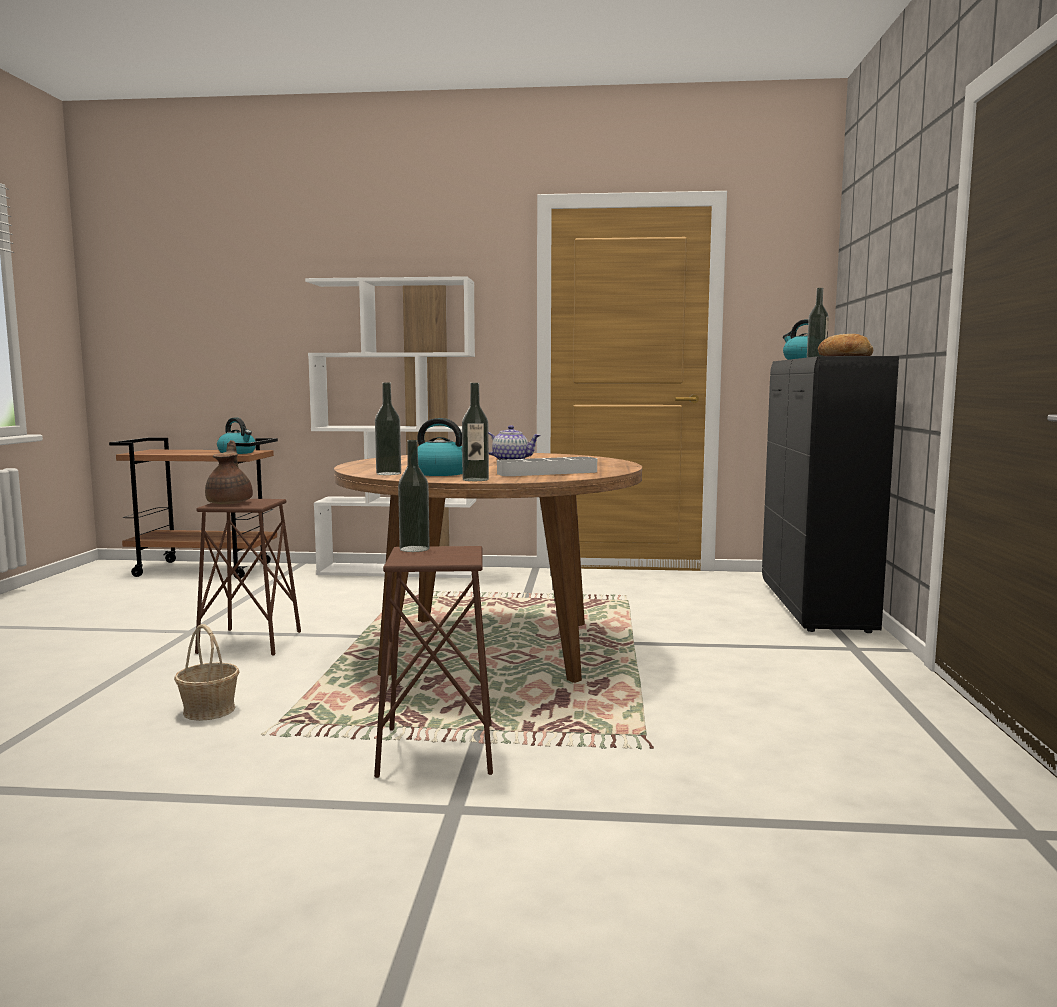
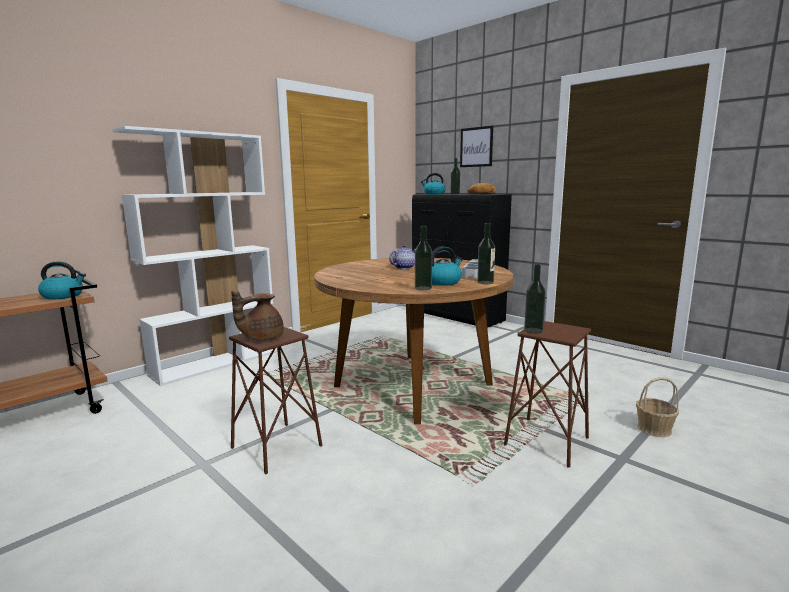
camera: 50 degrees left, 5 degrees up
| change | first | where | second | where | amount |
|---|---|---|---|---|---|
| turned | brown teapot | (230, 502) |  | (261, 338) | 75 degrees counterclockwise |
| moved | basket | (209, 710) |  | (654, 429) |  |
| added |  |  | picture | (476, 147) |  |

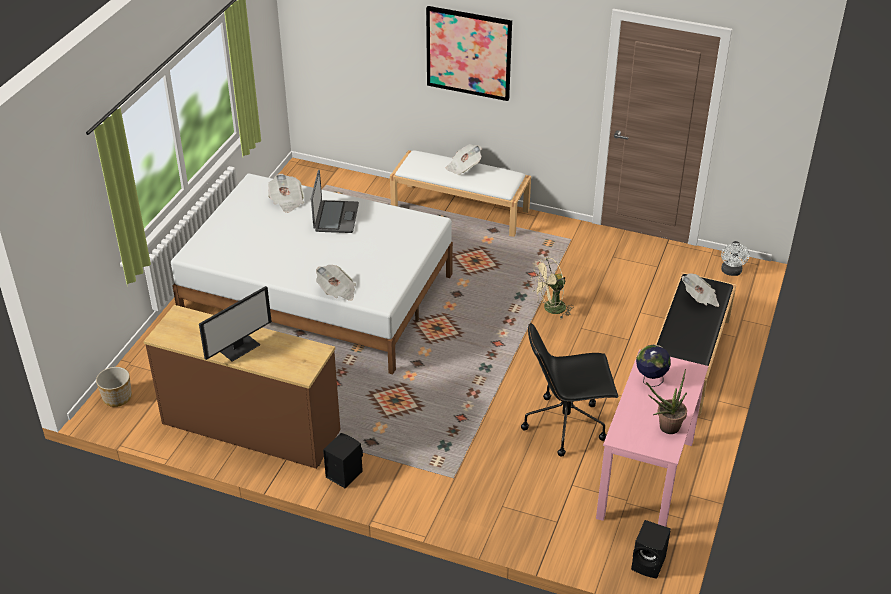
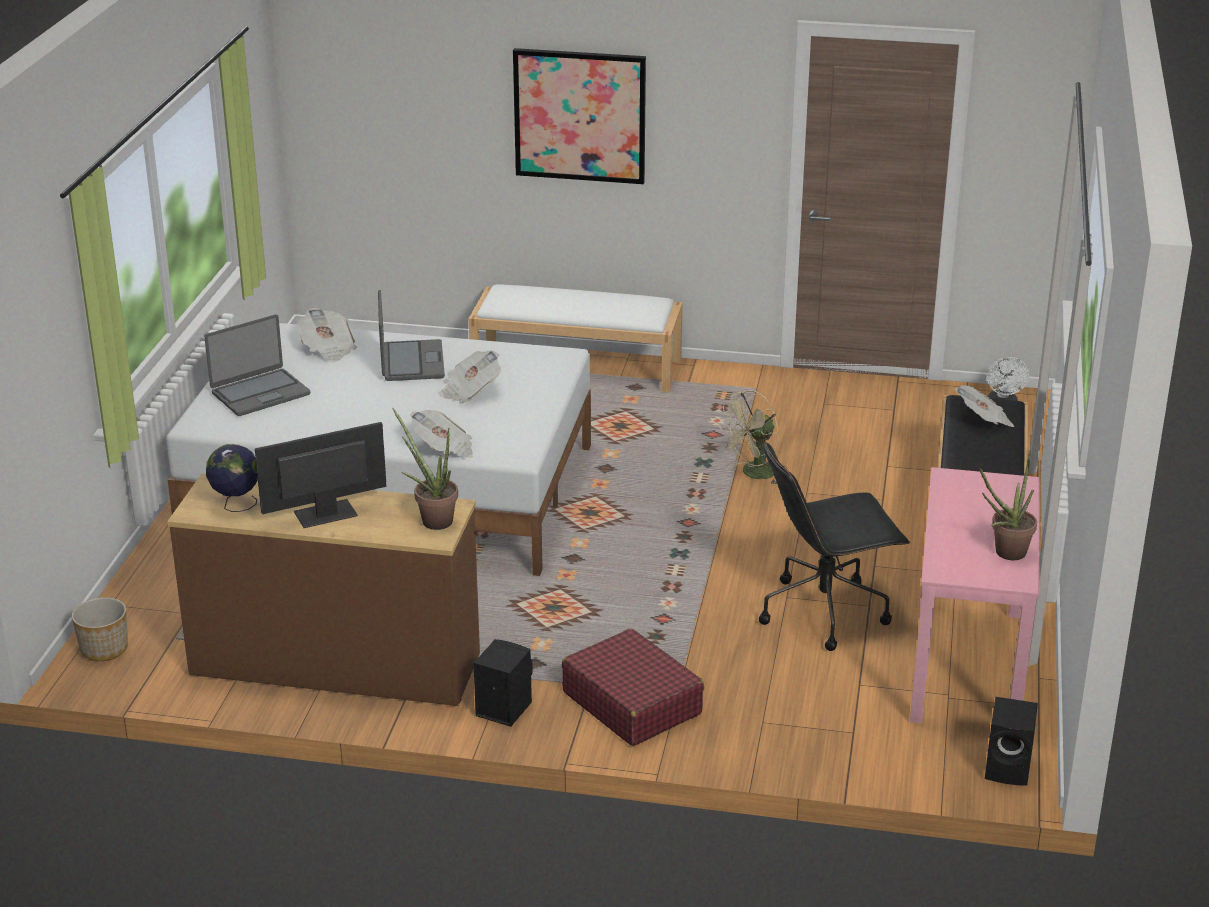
camera: 10 degrees left, 10 degrees down
| change | first | where | second | where | amount |
|---|---|---|---|---|---|
| moved | newspaper | (463, 167) |  | (470, 391) |  |
| turned | monitor | (239, 347) |  | (325, 514) | 150 degrees counterclockwise |
| moved | globe | (650, 380) |  | (236, 505) |  |
| added |  |  | laptop | (260, 393) |  |
| added |  |  | potted plant | (432, 519) |  |
| added |  |  | red suitcase | (632, 703) |  |

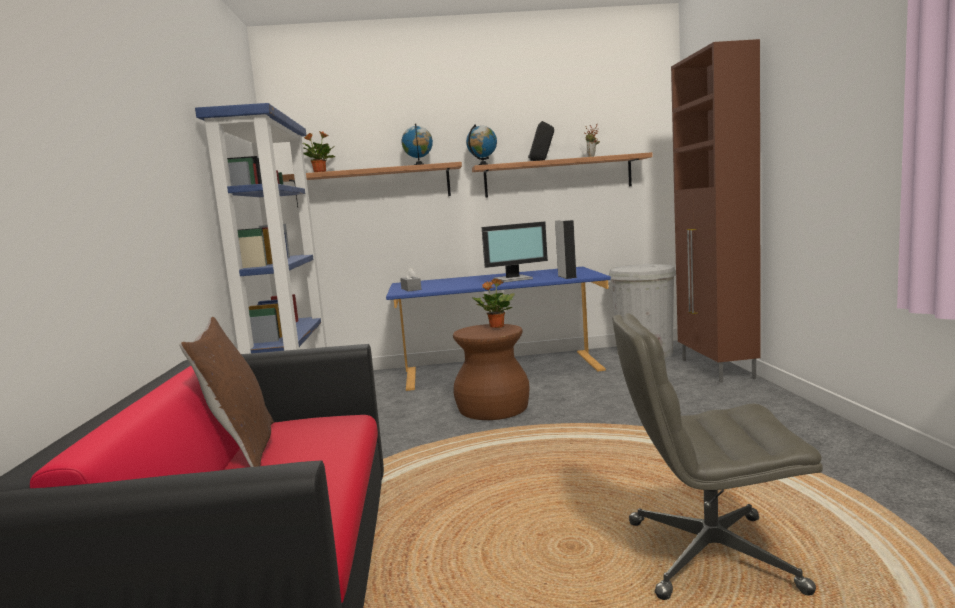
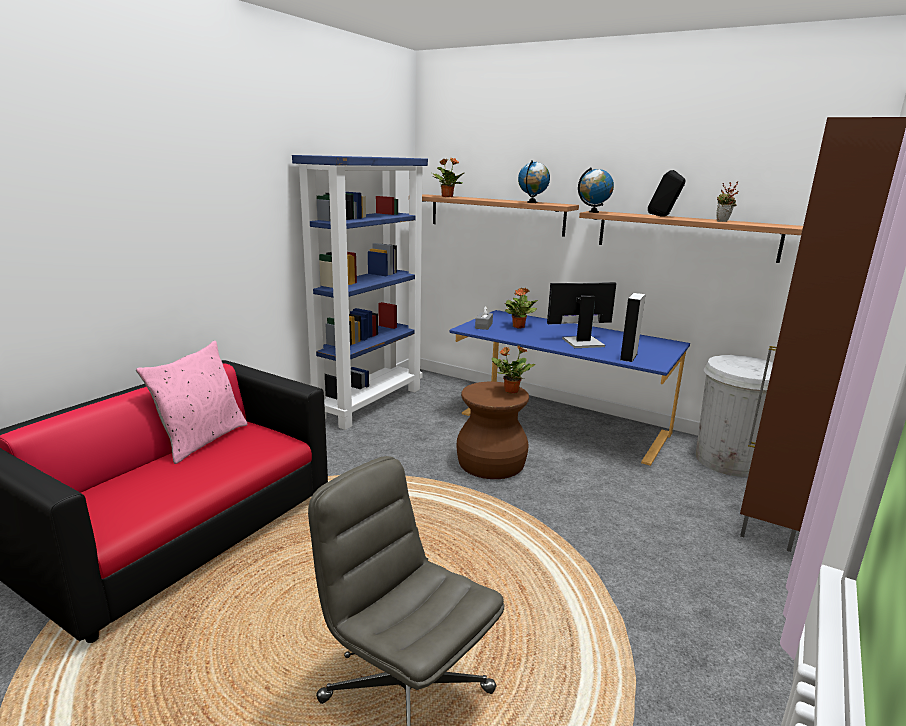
camera: 35 degrees right, 10 degrees up
| change | first | where | second | where | amount |
|---|---|---|---|---|---|
| turned | monitor | (514, 279) |  | (581, 342) | 150 degrees clockwise |
| recoloured | brown pillow | (241, 449) | pink pillow | (201, 440) |  |
| added |  |  | potted plant | (519, 327) |  |

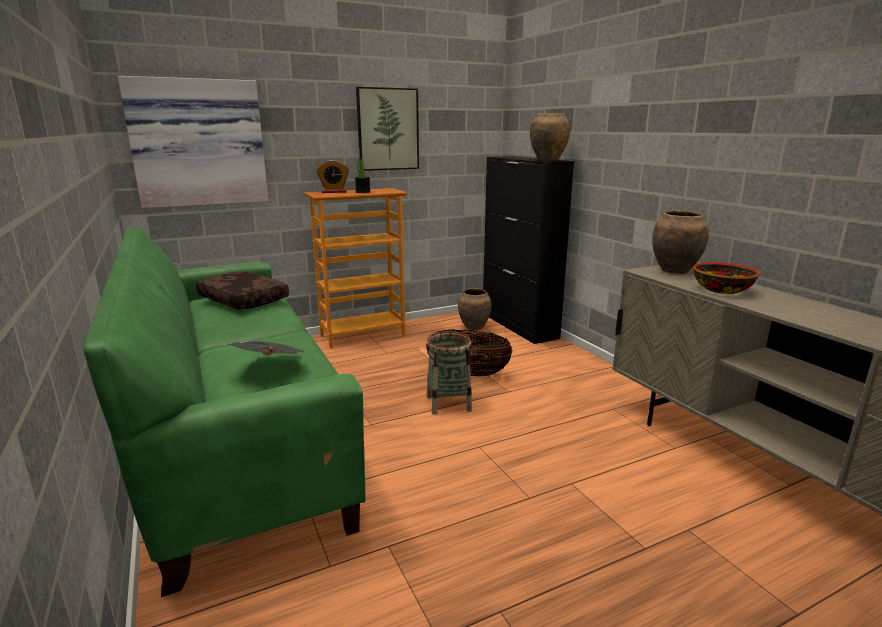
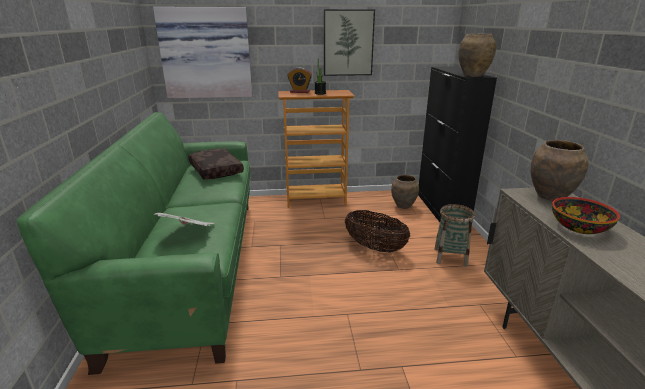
camera: 20 degrees right, 5 degrees up
| change | first | where | second | where | amount |
|---|---|---|---|---|---|
| moved | basket | (448, 403) |  | (450, 257) |  |

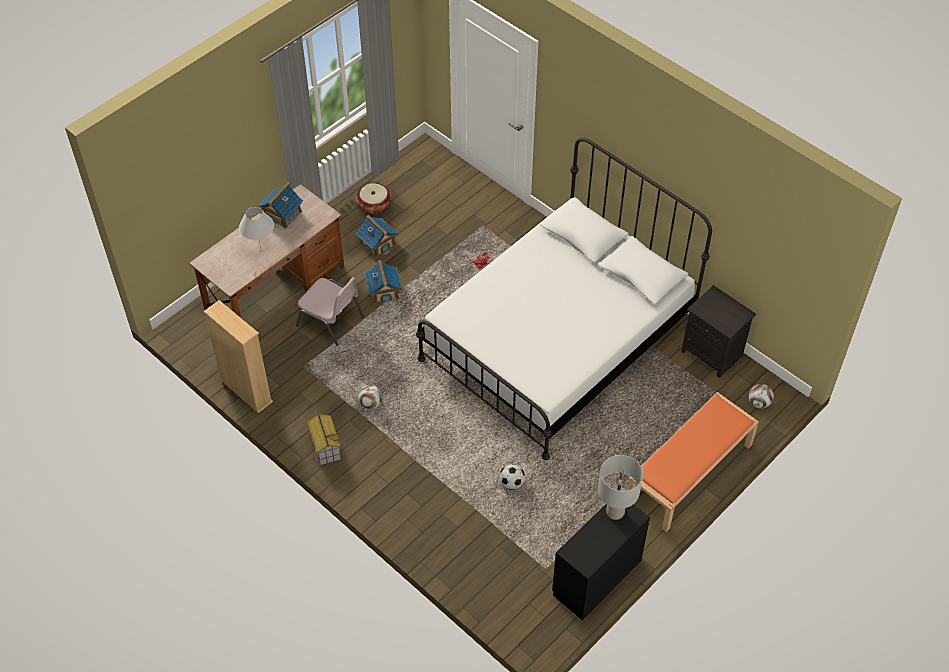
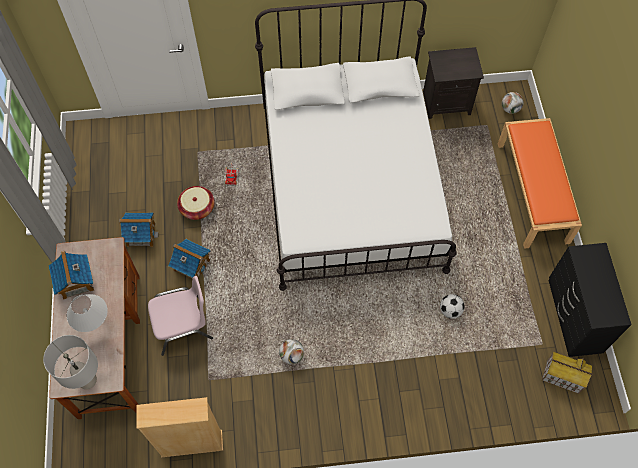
camera: 50 degrees left, 10 degrees up
| change | first | where | second | where | amount |
|---|---|---|---|---|---|
| moved | basket | (374, 205) |  | (197, 208) |  |
| moved | toy house | (325, 447) |  | (562, 377) |  |
| moved | grey table lamp | (614, 512) |  | (87, 380) |  |

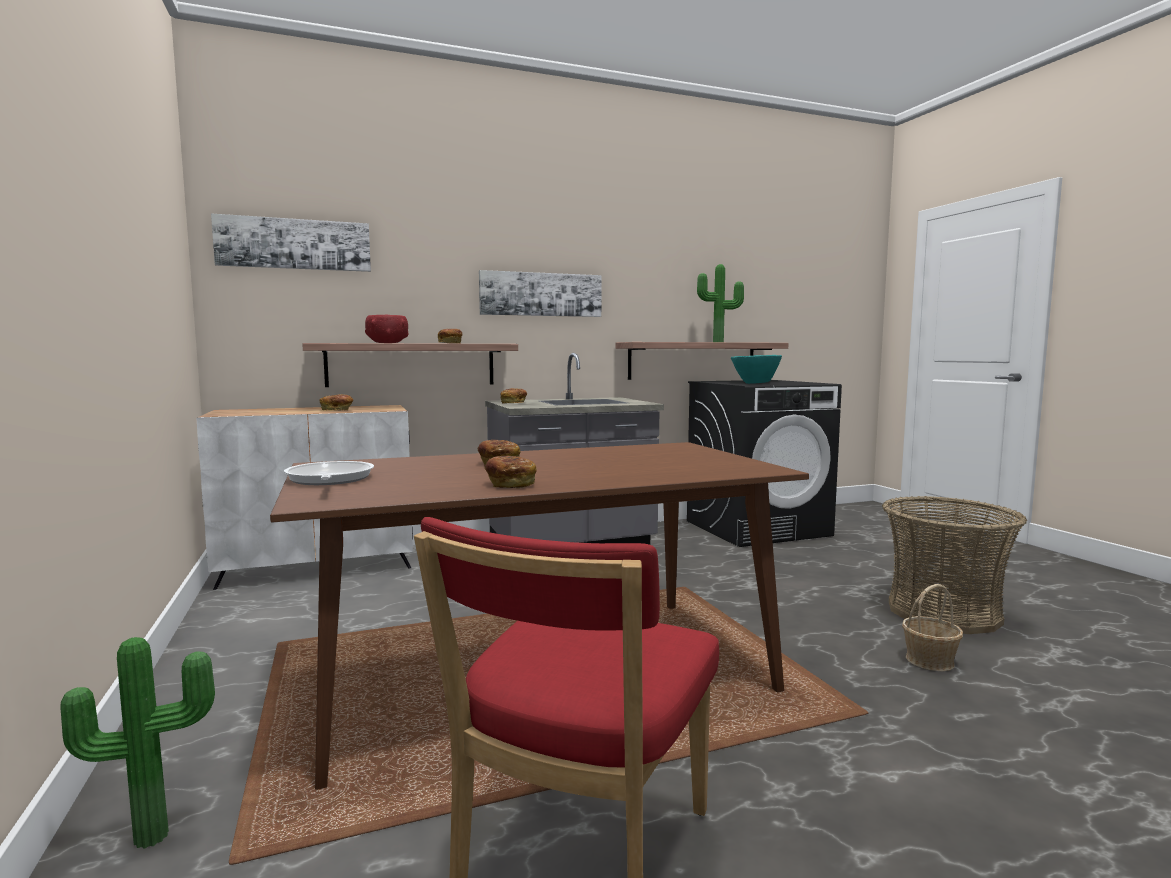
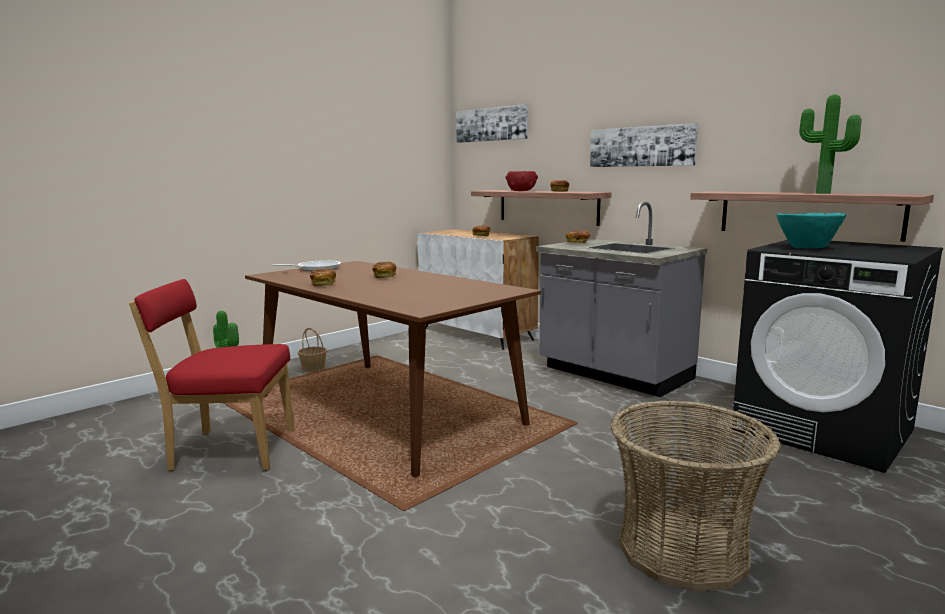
camera: 65 degrees right, 5 degrees up
| change | first | where | second | where | amount |
|---|---|---|---|---|---|
| moved | basket | (930, 660) |  | (313, 368) |  |

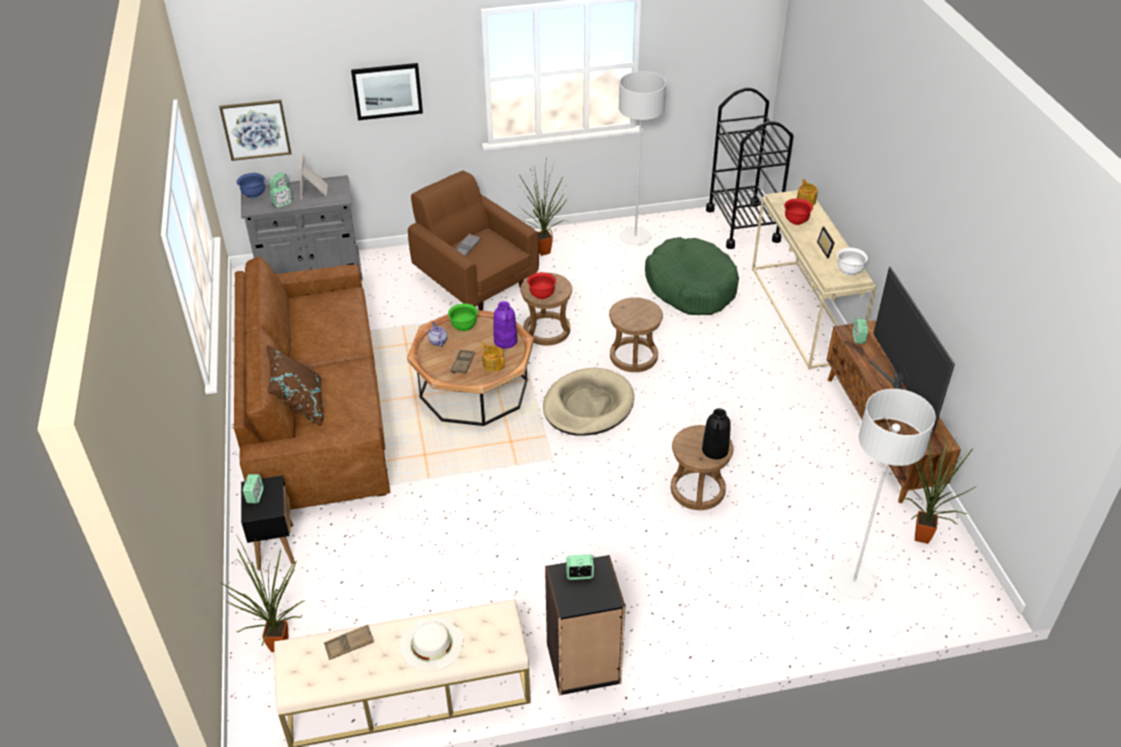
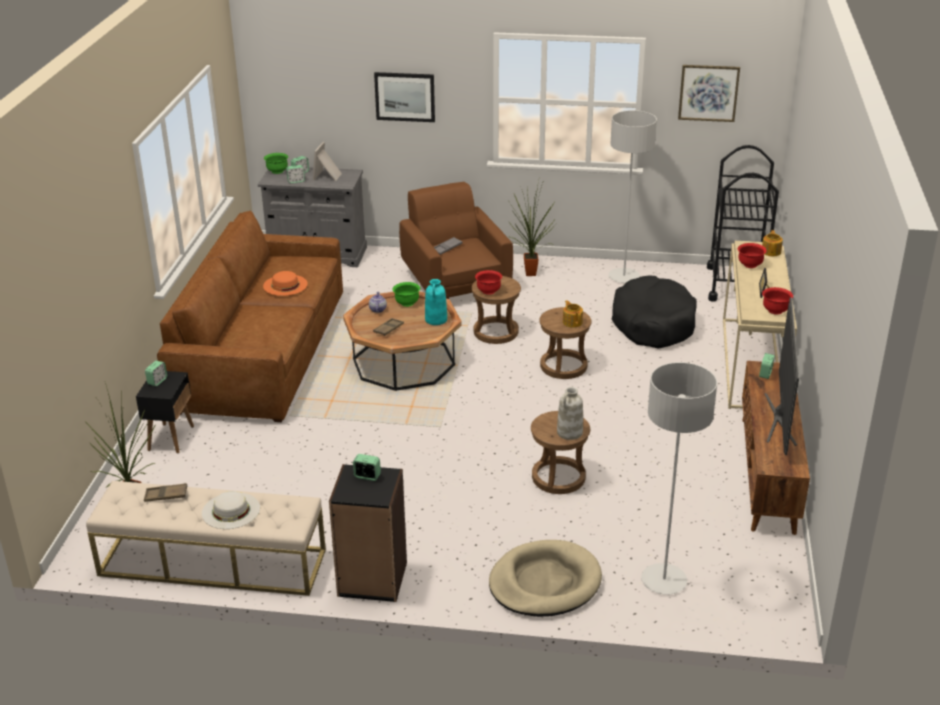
camera: 20 degrees right, 10 degrees down
| change | first | where | second | where | amount |
|---|---|---|---|---|---|
| moved | picture | (256, 129) |  | (708, 93) |  |
| recoloured | blue bowl | (254, 194) | green bowl | (277, 171) |  |
| recoloured | green dog bed | (691, 287) | black dog bed | (653, 324) |  |
| recoloured | white bowl | (849, 271) | red bowl | (775, 310) |  |
| recoloured | purple vase | (506, 341) | turquoise vase | (436, 320) |  |
| moved | teapot | (493, 364) |  | (572, 322) |  |
| removed | brown pillow | (299, 405) |  |  |  |
| moved | beige dog bed | (588, 405) |  | (544, 583) |  |
| recoloured | black vase | (715, 450) | white vase | (569, 433) |  |
| removed | potted plant | (918, 536) |  |  |  |
| added |  |  | orange hat | (285, 285) |  |

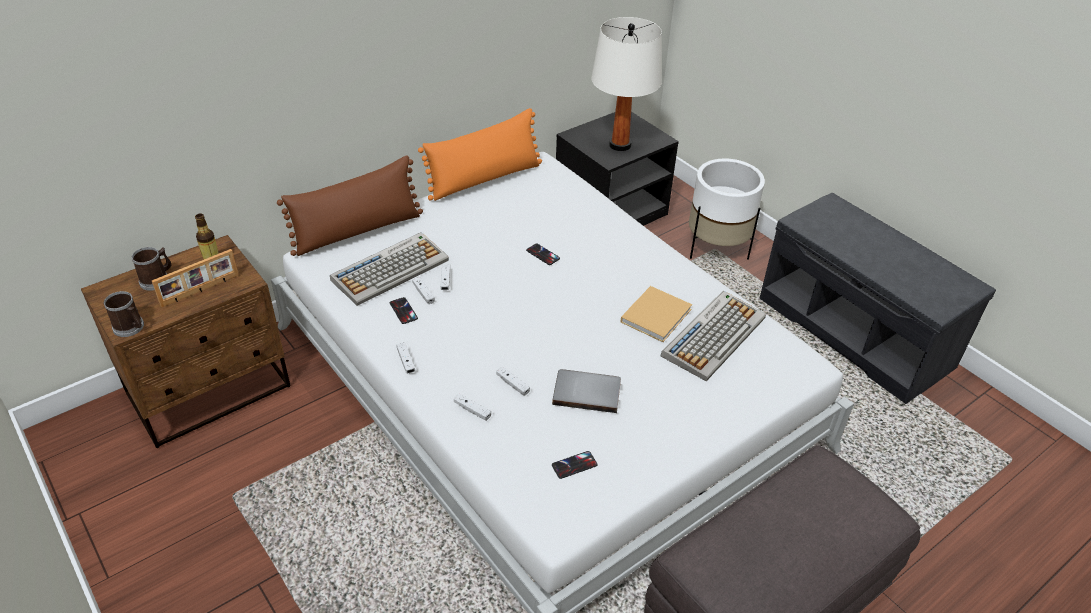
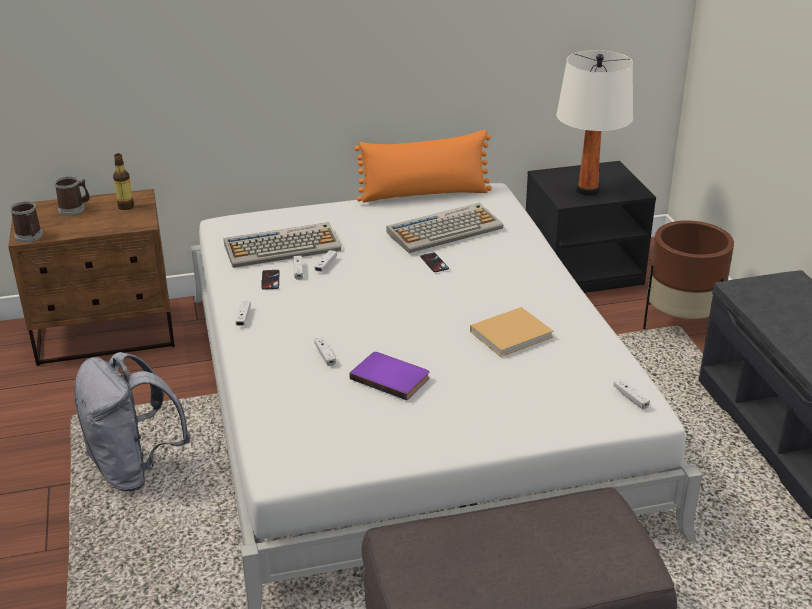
camera: 25 degrees right, 10 degrees down
| change | first | where | second | where | amount |
|---|---|---|---|---|---|
| removed | brown pillow | (357, 231) |  |  |  |
| recoloured | white planter | (716, 248) | brown planter | (680, 326) |  |
| removed | picture frame | (200, 290) |  |  |  |
| moved | keyboard | (713, 335) |  | (445, 230) |  |
| recoloured | grey book | (587, 391) | purple book | (391, 377) |  |
| moved | white game controller | (472, 410) |  | (630, 398) |  |
| removed | phone | (574, 465) |  |  |  |
| added |  |  | grey backpack | (135, 469) |  |

